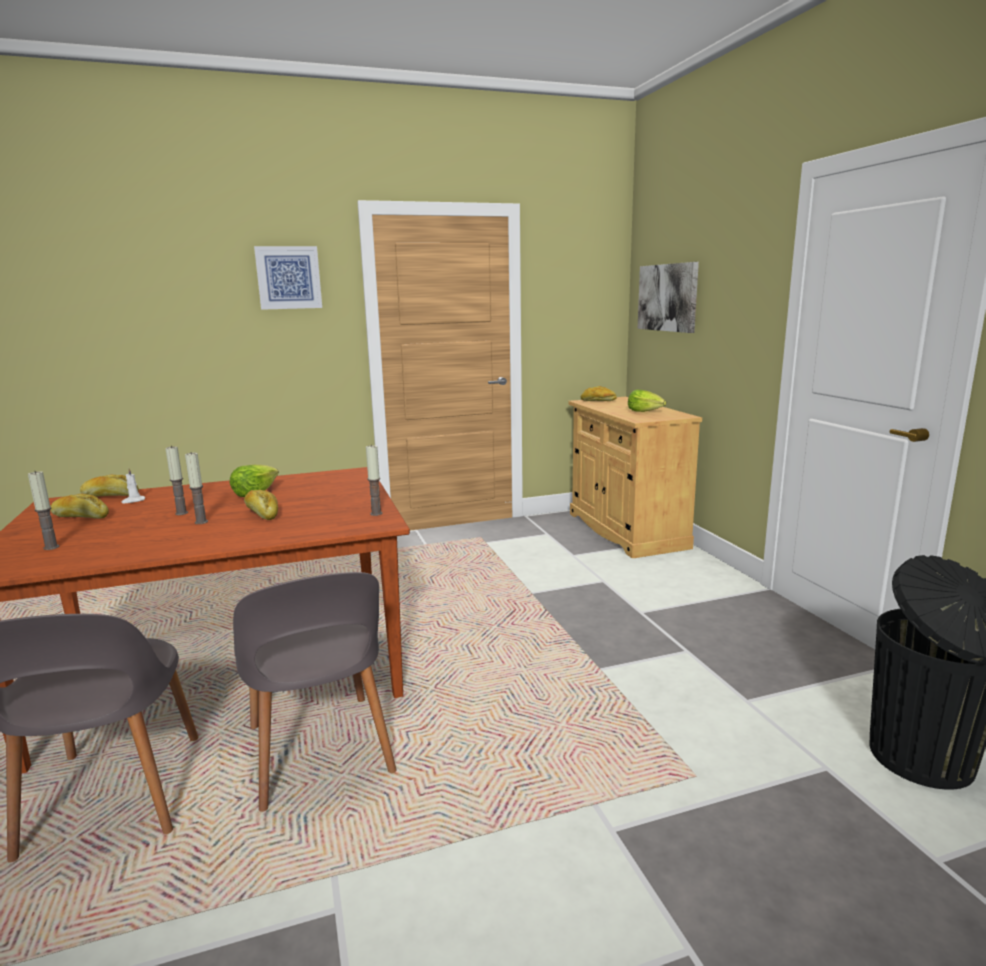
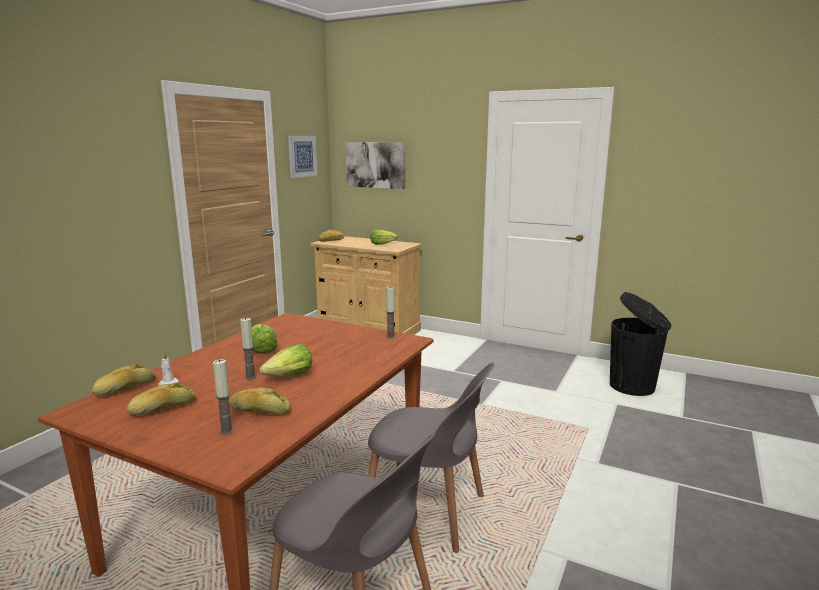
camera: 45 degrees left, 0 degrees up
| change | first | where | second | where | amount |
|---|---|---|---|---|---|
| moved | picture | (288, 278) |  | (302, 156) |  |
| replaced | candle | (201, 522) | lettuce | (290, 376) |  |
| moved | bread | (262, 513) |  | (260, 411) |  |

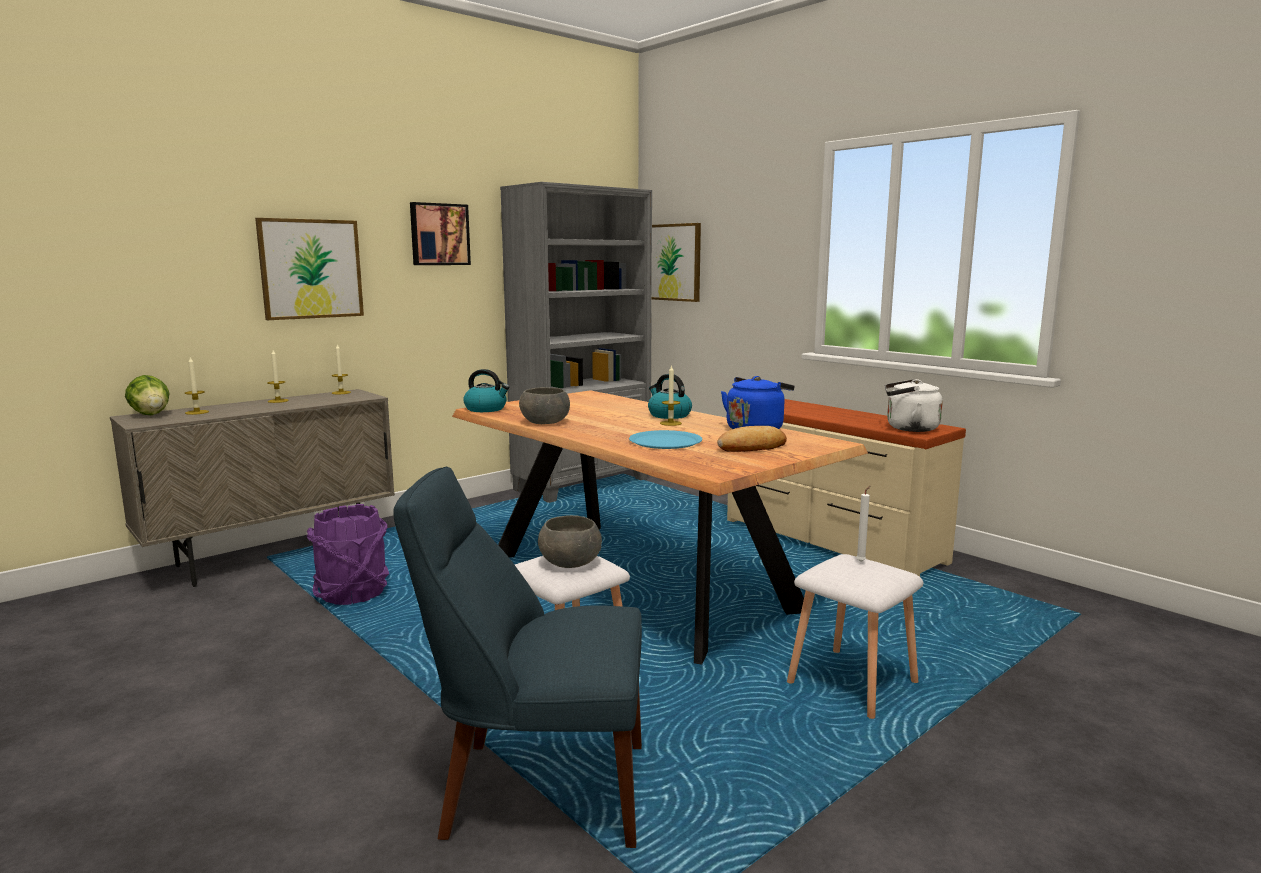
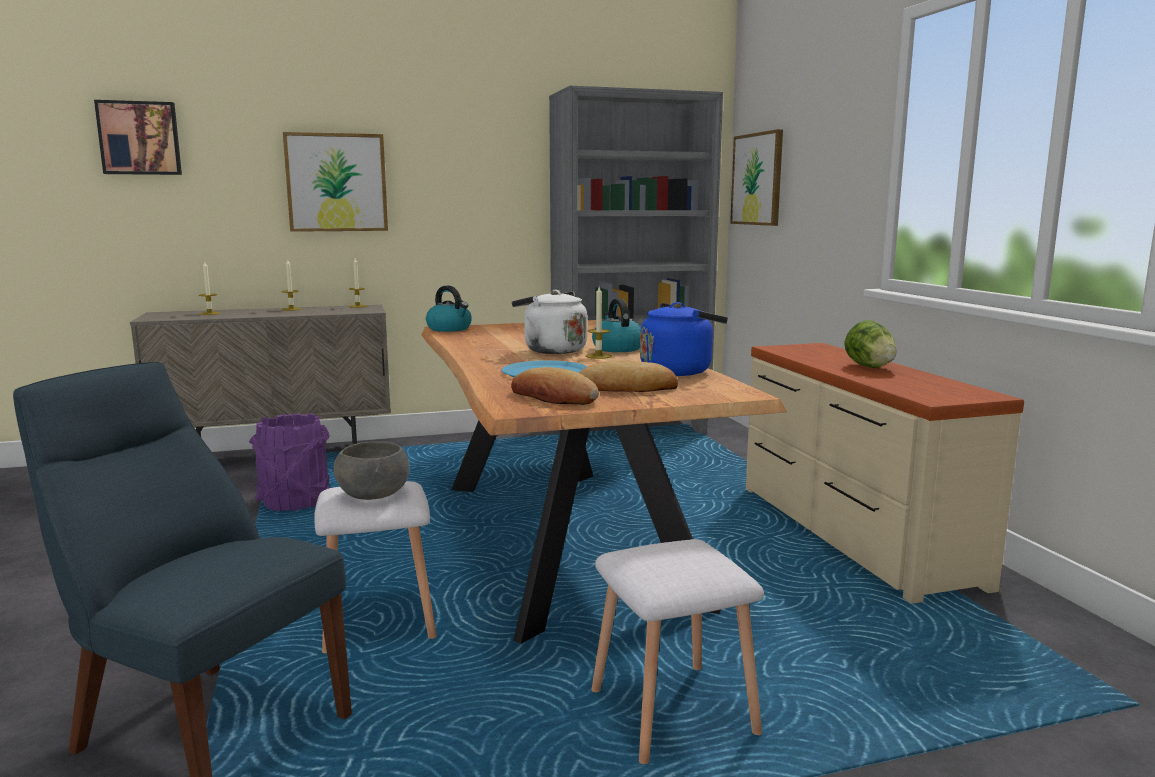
camera: 25 degrees right, 0 degrees up
| change | first | where | second | where | amount |
|---|---|---|---|---|---|
| moved | picture | (439, 234) |  | (140, 138) |  |
| moved | lettuce | (151, 414) |  | (869, 367) |  |
| moved | white kettle | (908, 428) |  | (551, 350) |  |
| removed | grey bowl | (545, 422) |  |  |  |
| removed | white candle | (861, 561) |  |  |  |
| added |  |  | bread | (554, 397) |  |

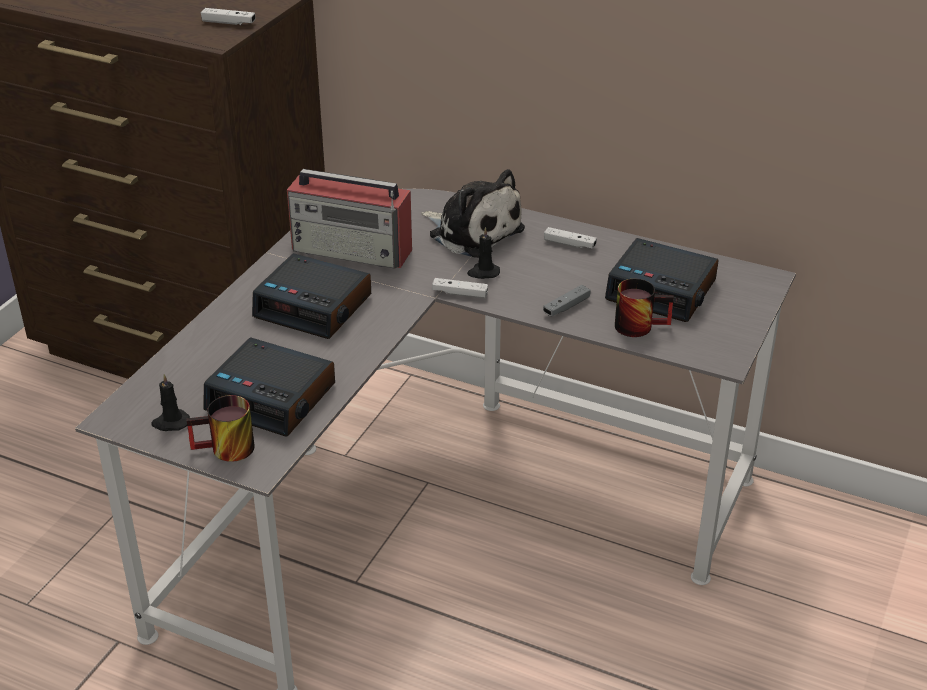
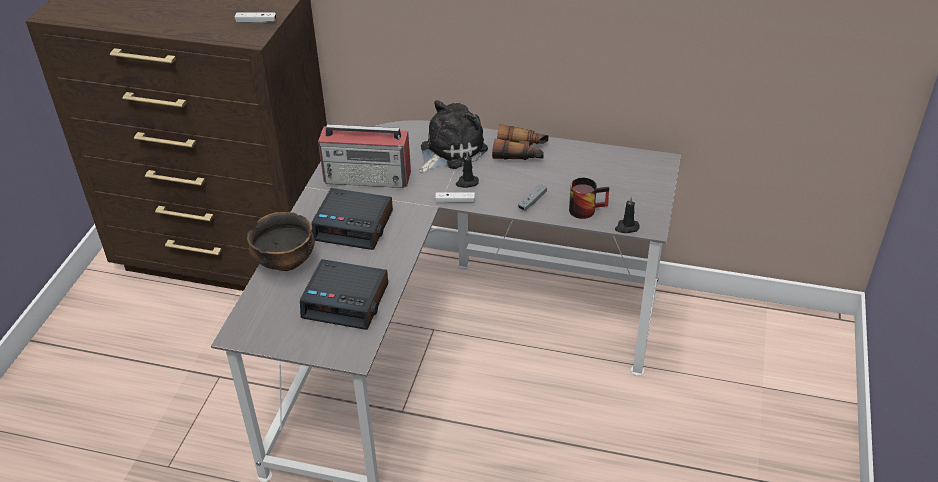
camera: 10 degrees left, 5 degrees up
| change | first | where | second | where | amount |
|---|---|---|---|---|---|
| turned | plush toy | (472, 231) |  | (450, 150) | 75 degrees counterclockwise |
| replaced | white game controller | (569, 244) | binoculars | (521, 152) |  |
| removed | alarm clock | (662, 290) |  |  |  |
| moved | black candle | (170, 423) |  | (626, 227) |  |
| removed | mug | (225, 451) |  |  |  |
| added |  |  | bowl | (286, 262) |  |

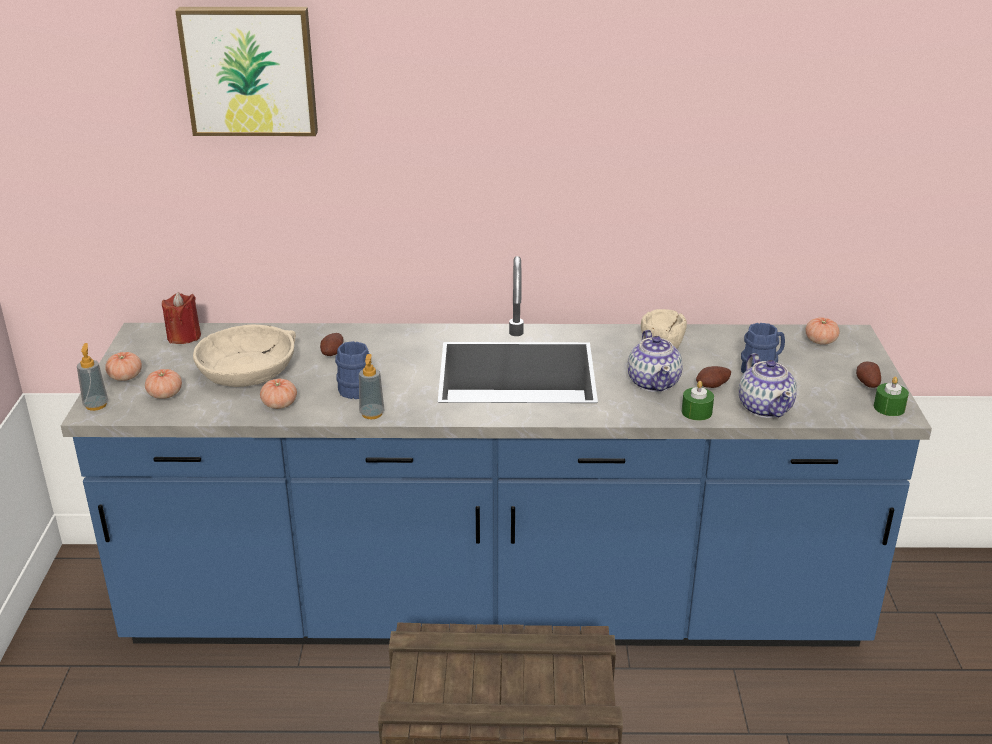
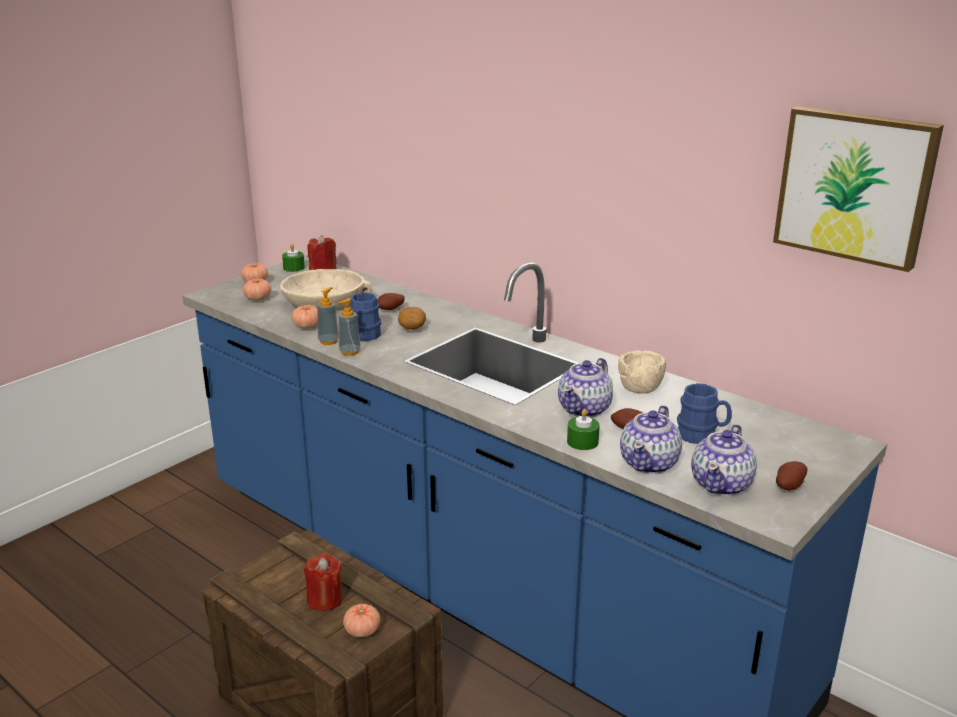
camera: 40 degrees right, 5 degrees down
| change | first | where | second | where | amount |
|---|---|---|---|---|---|
| moved | picture | (250, 70) |  | (855, 185) |  |
| moved | tomato | (820, 341) |  | (362, 630) |  |
| moved | soap dispenser | (96, 405) |  | (328, 341) |  |
| moved | green candle | (889, 408) |  | (294, 268) |  |
| added |  |  | potato | (412, 328) |  |
| added |  |  | teapot | (722, 484) |  |
| added |  |  | red candle | (325, 599) |  |

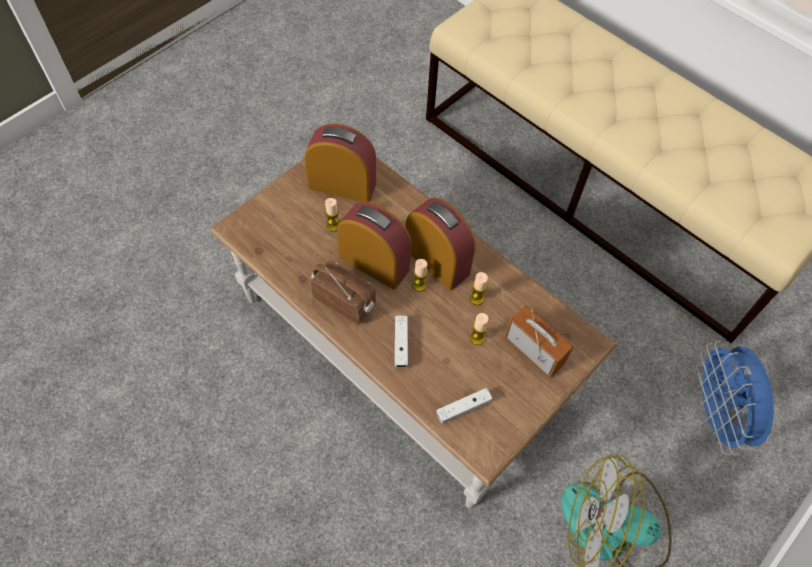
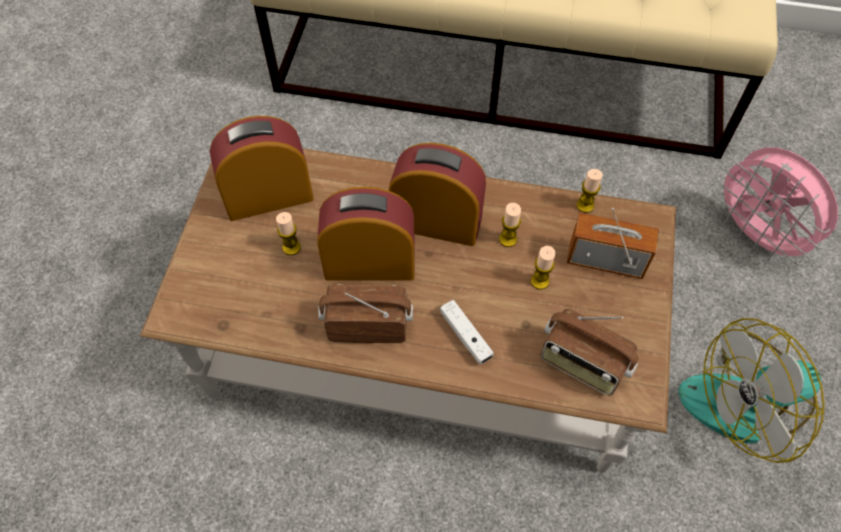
camera: 30 degrees left, 0 degrees up
| change | first | where | second | where | amount |
|---|---|---|---|---|---|
| moved | candle | (419, 285) |  | (585, 205) |  |
| recoloured | blue fan | (715, 417) | pink fan | (756, 236) |  |
| replaced | white game controller | (463, 408) | radio | (582, 364) |  |

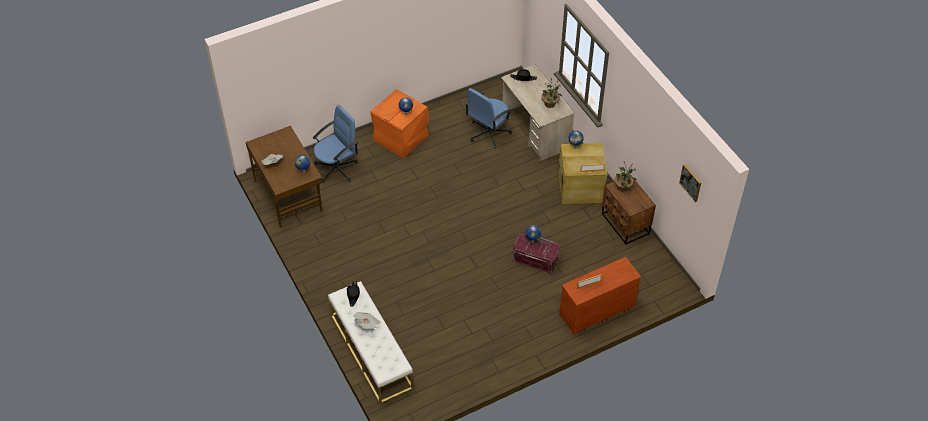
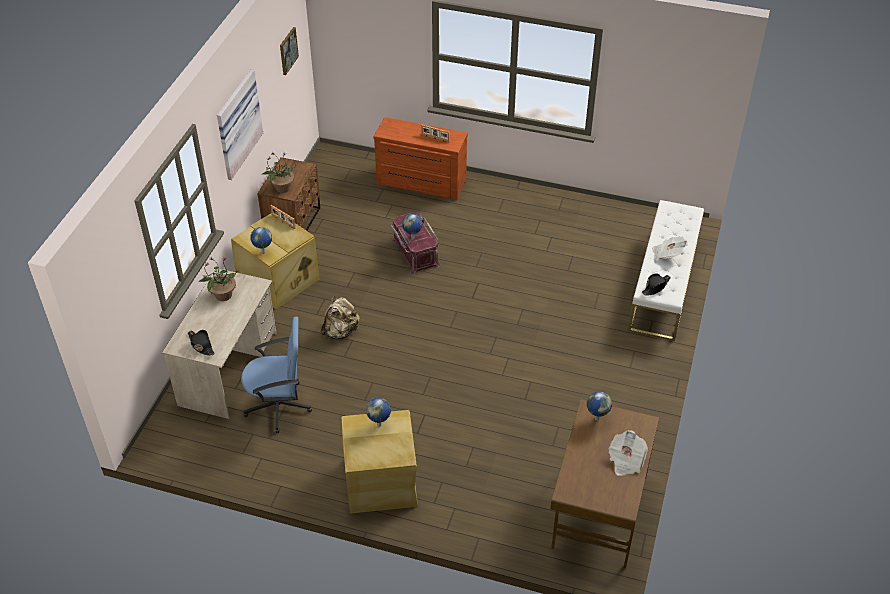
camera: 135 degrees left, 5 degrees down
| change | first | where | second | where | amount |
|---|---|---|---|---|---|
| recoloured | orange storage box | (401, 137) | beige storage box | (380, 481) |  |
| removed | blue office chair | (337, 168) |  |  |  |
| added |  |  | picture | (236, 123) |  |
| added |  |  | beige backpack | (340, 332) |  |

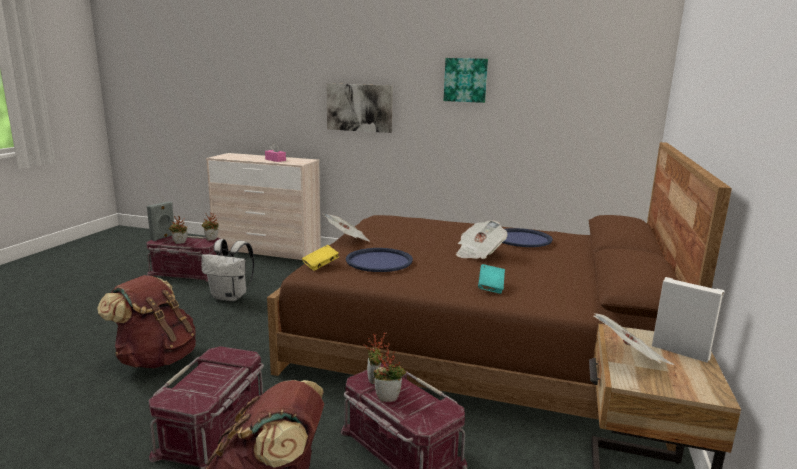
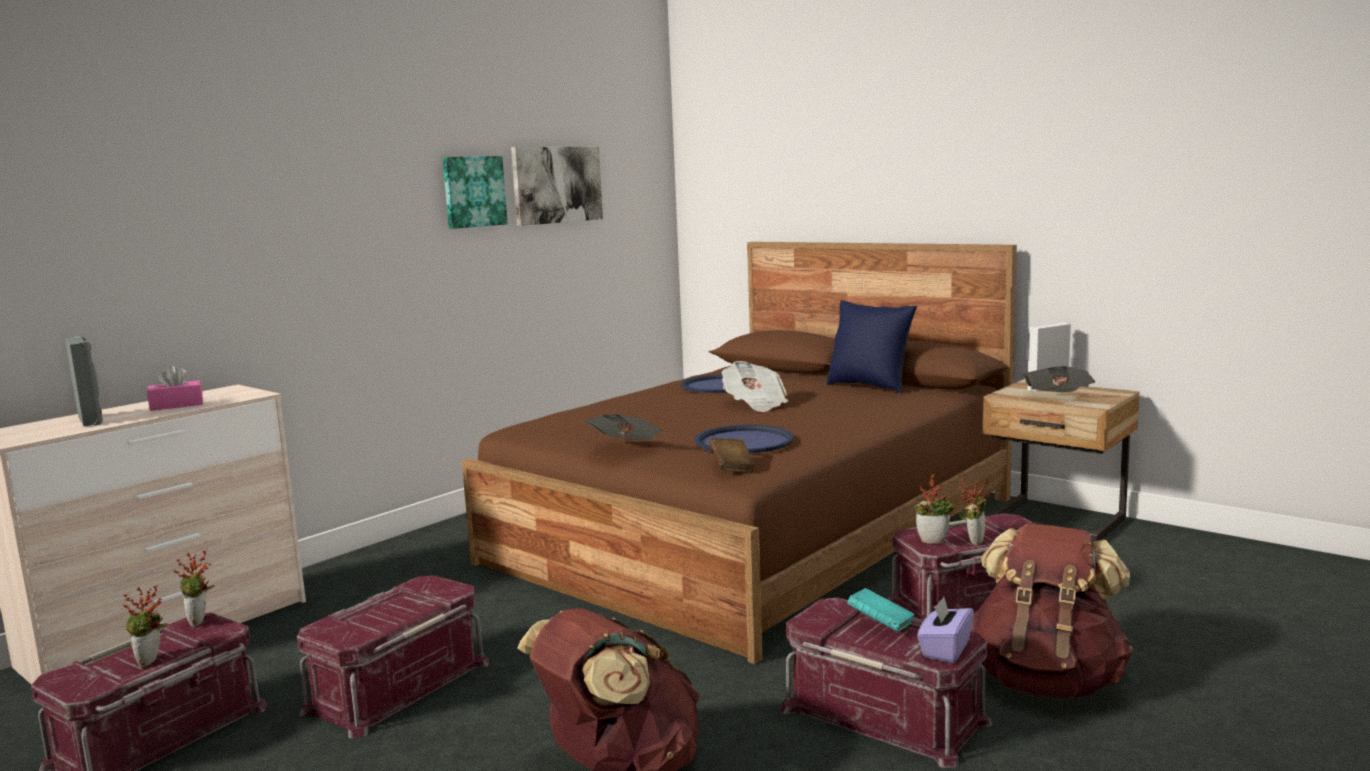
camera: 65 degrees left, 5 degrees down
| change | first | where | second | where | amount |
|---|---|---|---|---|---|
| moved | picture | (359, 107) |  | (557, 185) |  |
| moved | grey speaker | (163, 237) |  | (91, 420) |  |
| replaced | white backpack | (231, 297) | red storage box | (396, 685) |  |
| recoloured | yellow book | (320, 265) | brown book | (732, 467) |  |
| moved | turquoise book | (491, 287) |  | (880, 624) |  |
| added |  |  | blue pillow | (869, 386) |  |
| added |  |  | purple tissue box | (945, 649) |  |

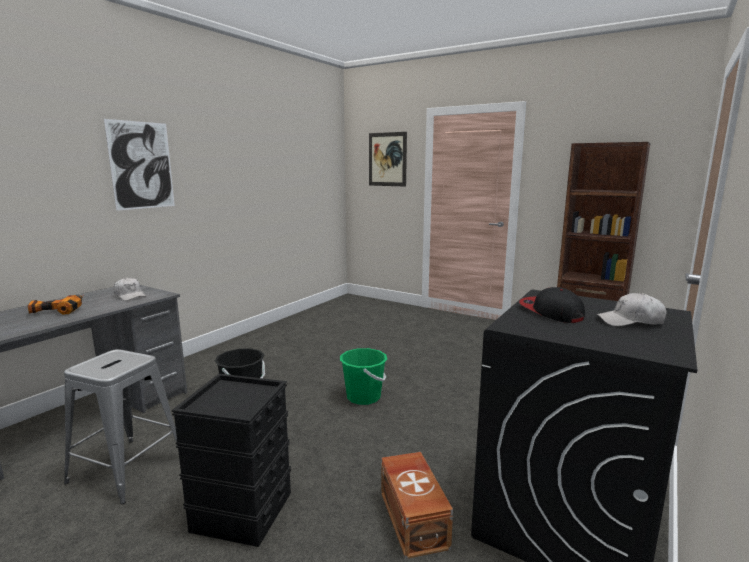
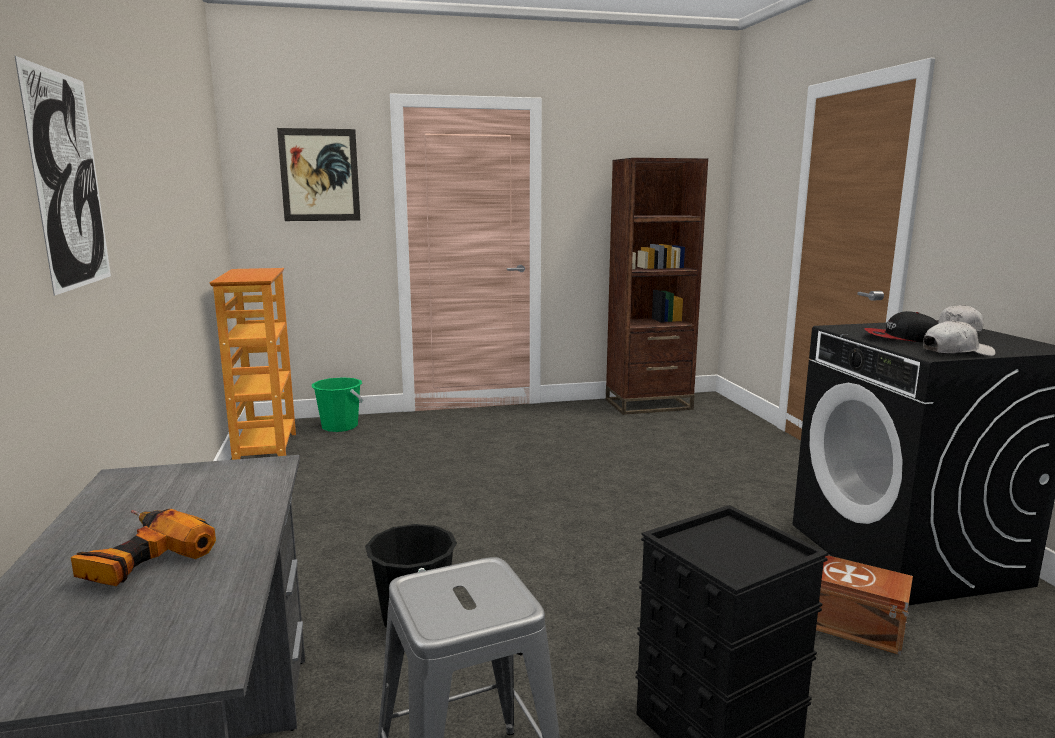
camera: 45 degrees left, 0 degrees up
| change | first | where | second | where | amount |
|---|---|---|---|---|---|
| moved | white cap | (130, 296) |  | (956, 352) |  |
| moved | green bucket | (363, 397) |  | (340, 426) |  |
| added |  |  | bookcase | (265, 451) |  |

